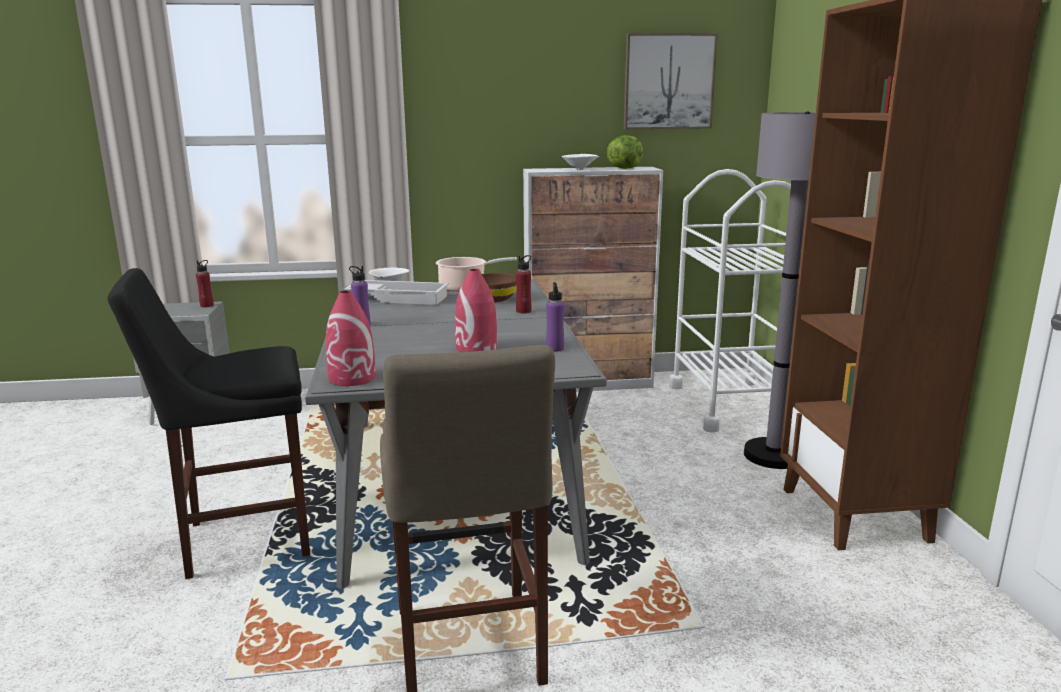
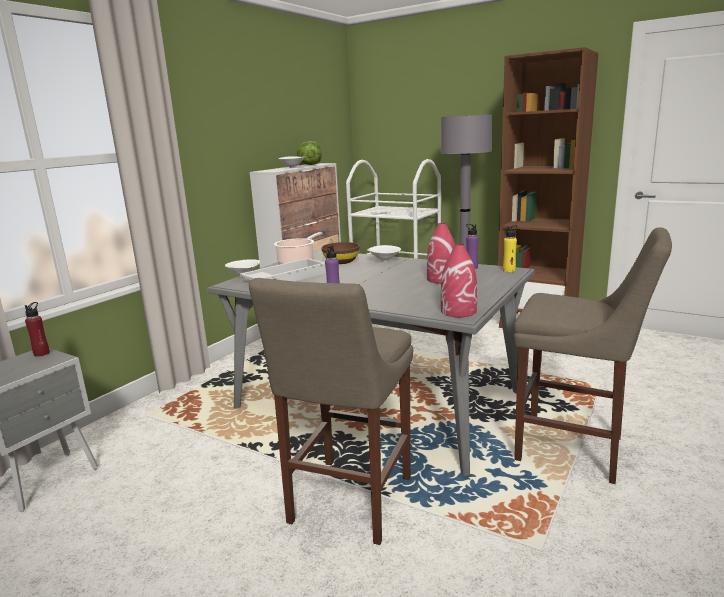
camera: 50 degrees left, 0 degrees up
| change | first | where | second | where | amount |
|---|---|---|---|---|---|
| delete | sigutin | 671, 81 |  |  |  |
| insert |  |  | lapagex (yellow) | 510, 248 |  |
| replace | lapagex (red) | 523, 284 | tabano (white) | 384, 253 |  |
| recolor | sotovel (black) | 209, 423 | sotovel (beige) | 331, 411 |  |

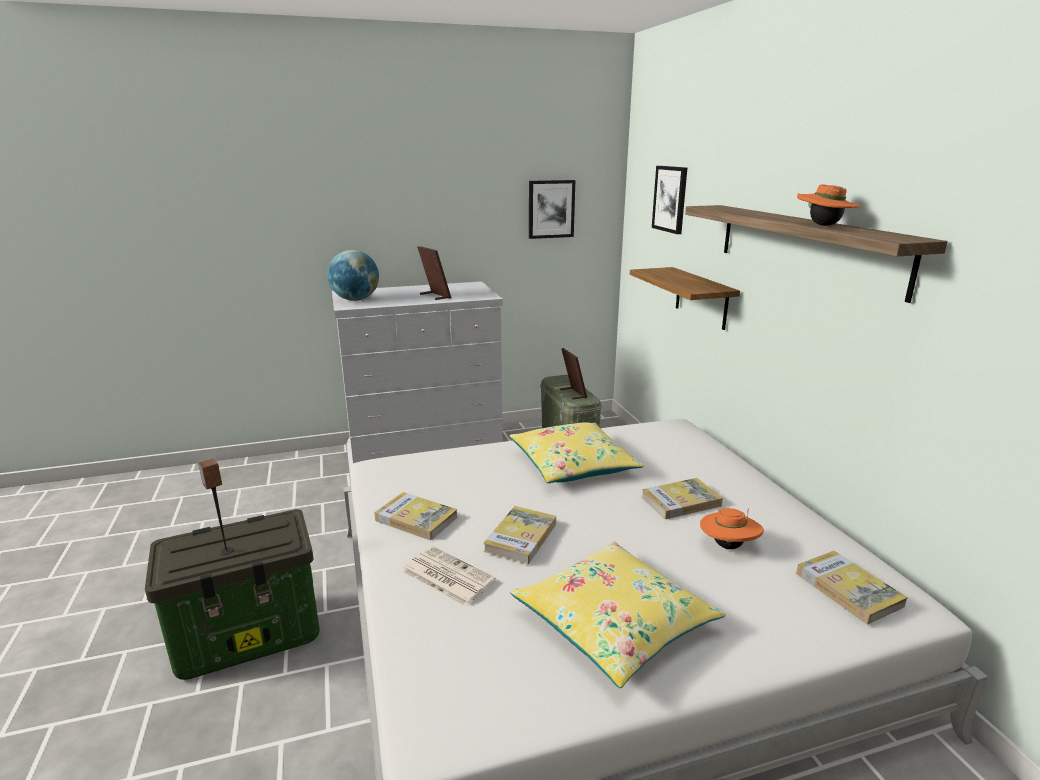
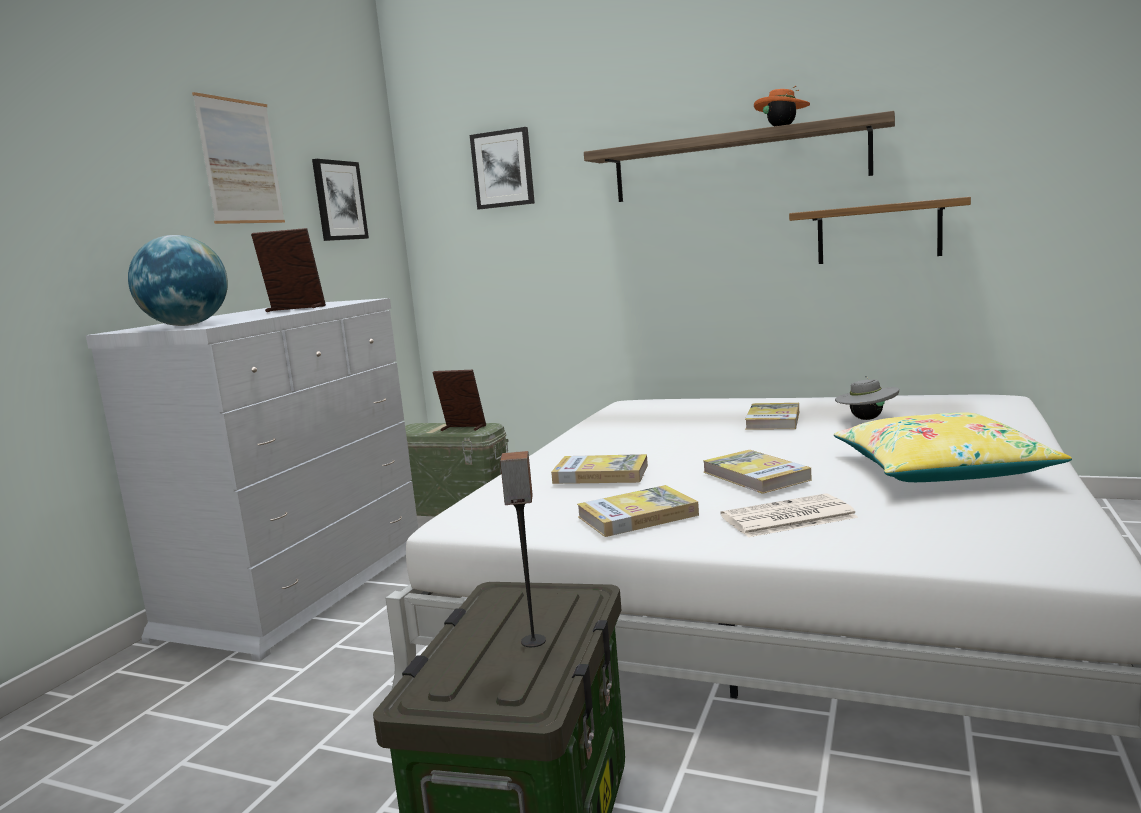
camera: 50 degrees left, 10 degrees down
| change | first | where | second | where | amount |
|---|---|---|---|---|---|
| delete | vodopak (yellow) | 576, 452 |  |  |  |
| insert |  |  | sigutin | 238, 158 |  |
| move | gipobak | 685, 298 |  | 880, 230 |  |
| move | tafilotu | 852, 587 |  | 599, 469 |  |
| recolor | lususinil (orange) | 732, 528 | lususinil (grey) | 867, 398 |  |

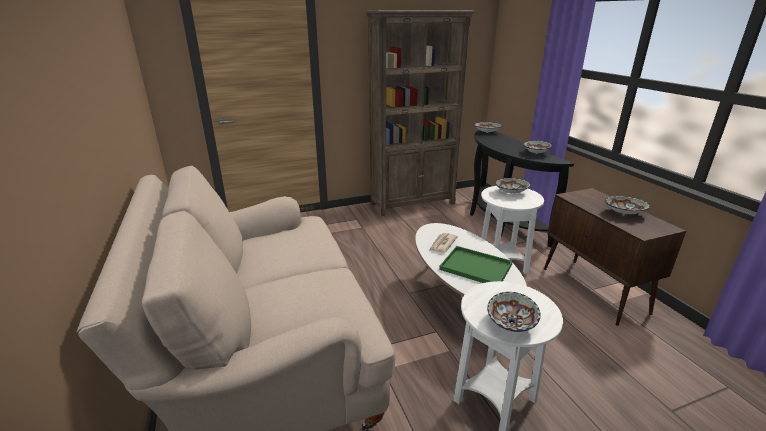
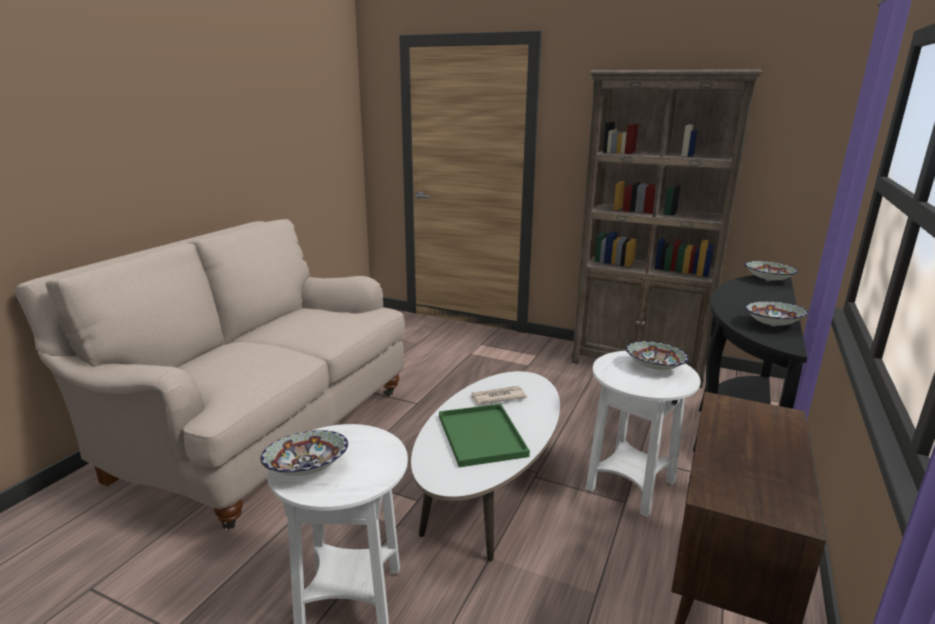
camera: 45 degrees right, 5 degrees down
| change | first | where | second | where | amount |
|---|---|---|---|---|---|
| delete | tabano | 627, 205 |  |  |  |

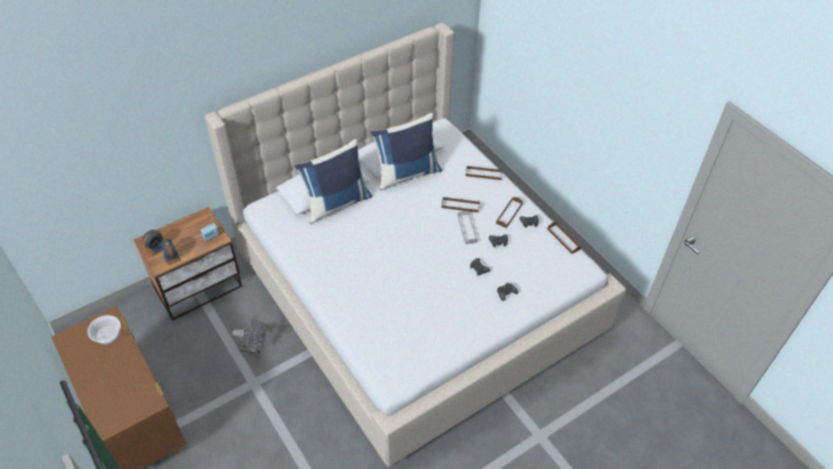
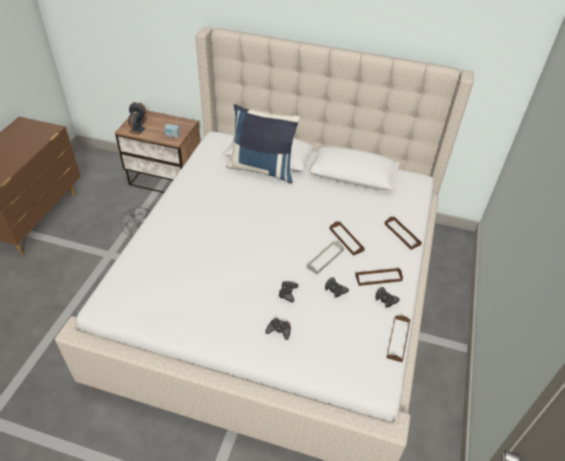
camera: 50 degrees right, 5 degrees down
| change | first | where | second | where | amount |
|---|---|---|---|---|---|
| delete | tabano | 104, 330 |  |  |  |
| delete | vodopak (blue) | 406, 151 |  |  |  |

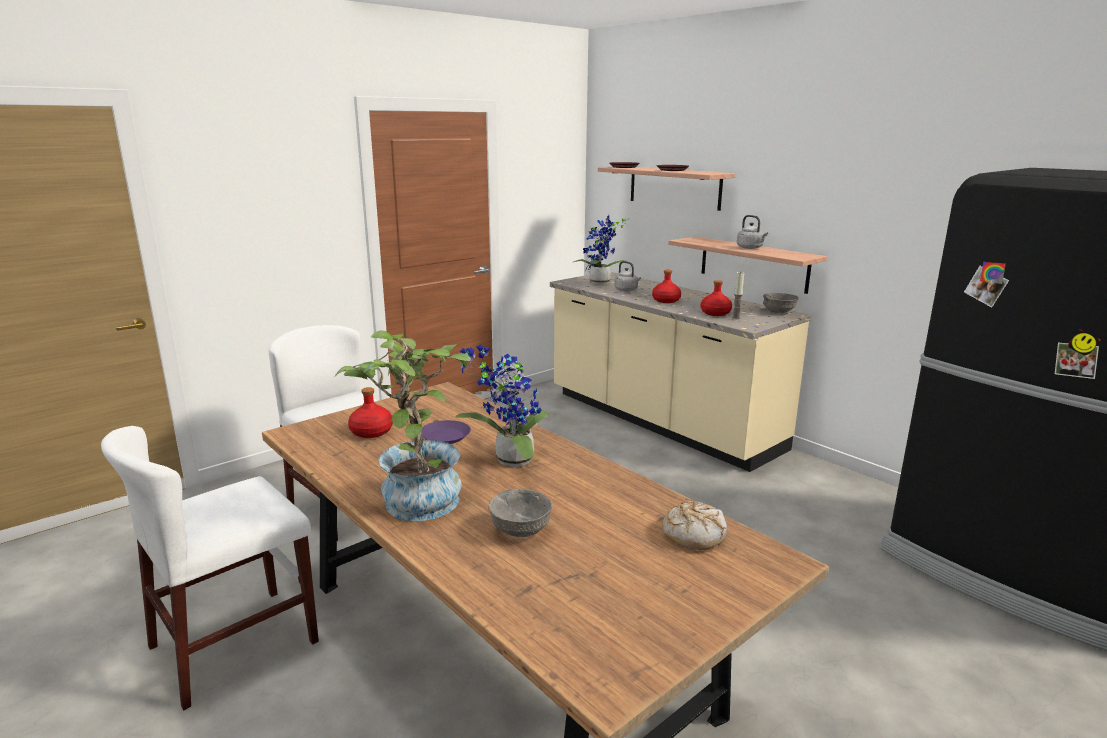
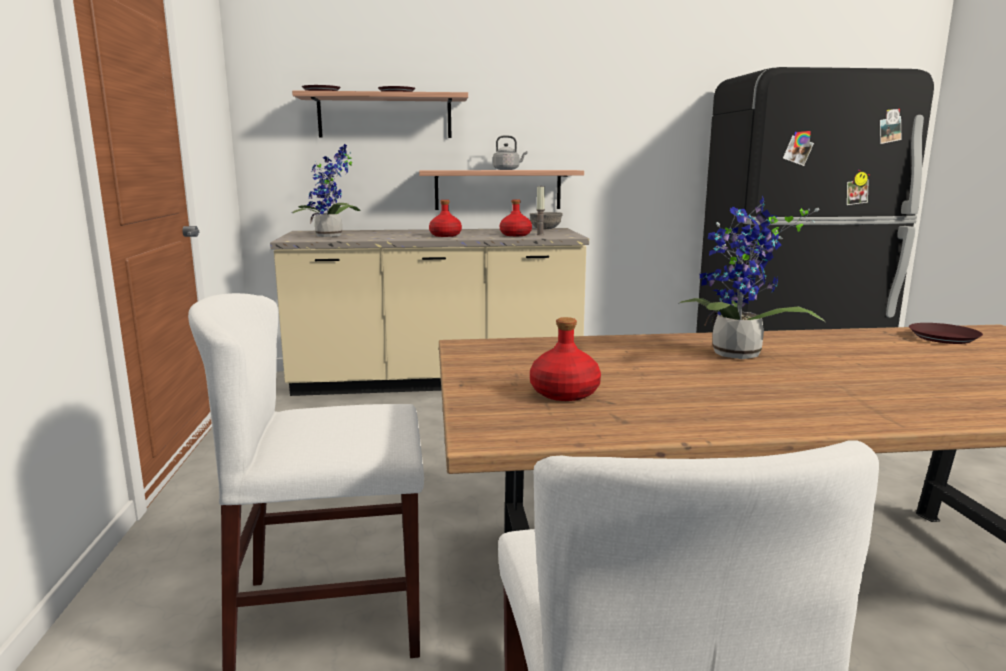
camera: 55 degrees left, 5 degrees down
| change | first | where | second | where | amount |
|---|---|---|---|---|---|
| delete | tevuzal | 403, 425 |  |  |  |
| delete | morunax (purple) | 446, 432 |  |  |  |
| delete | tabano (grey) | 520, 513 |  |  |  |
| delete | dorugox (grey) | 628, 276 |  |  |  |
| replace | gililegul | 694, 525 | morunax (brown) | 946, 333 |  |

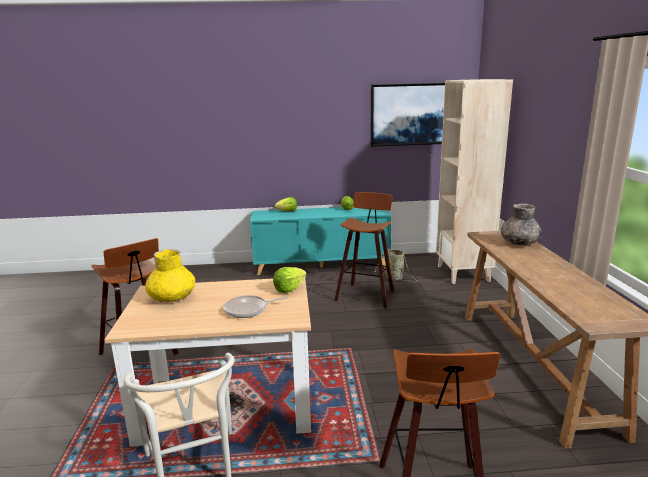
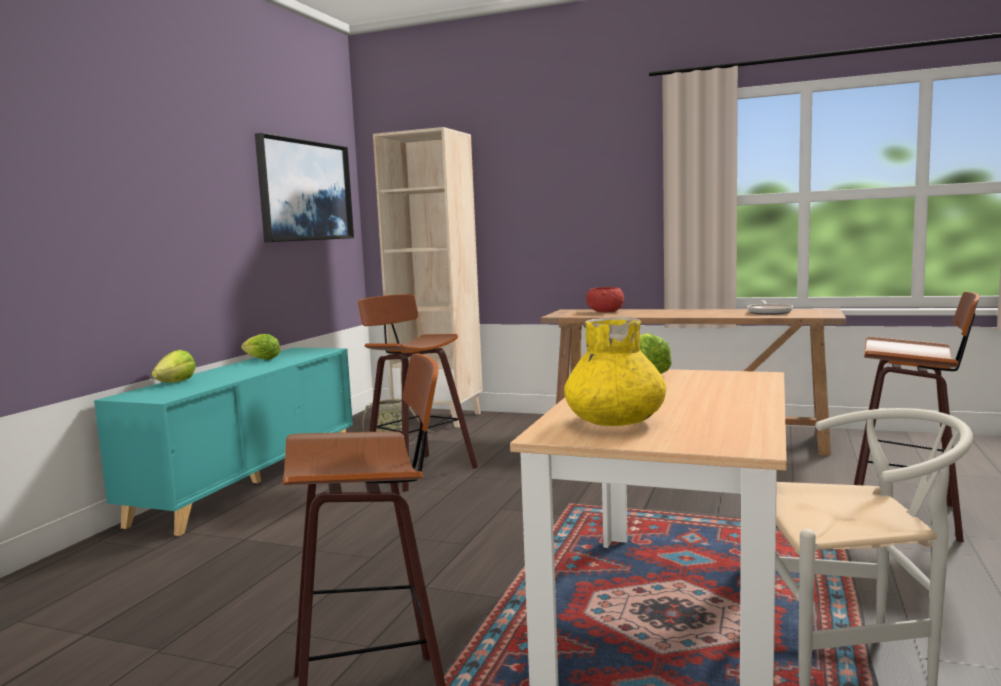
camera: 65 degrees left, 10 degrees down
| change | first | where | second | where | amount |
|---|---|---|---|---|---|
| move | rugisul | 255, 306 |  | 770, 307 |  |
| replace | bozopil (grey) | 521, 224 | tabano (red) | 605, 299 |  |

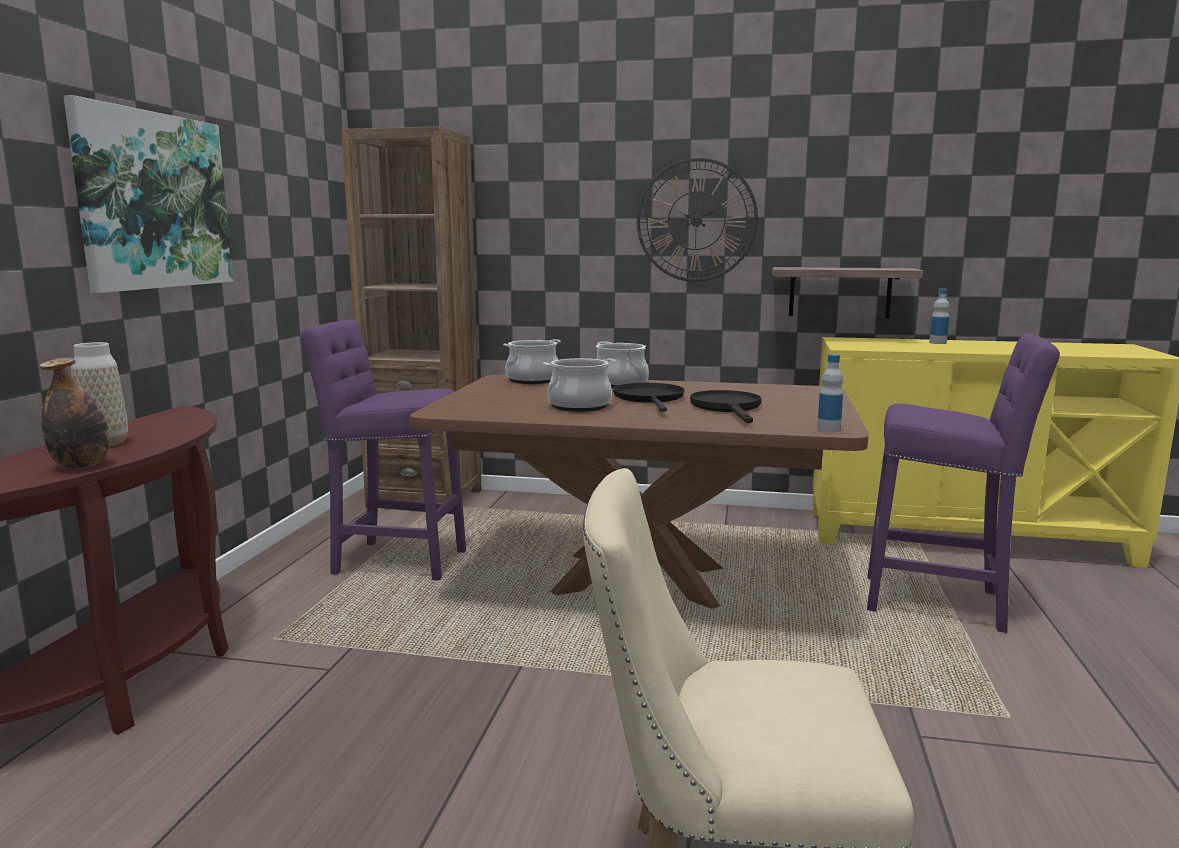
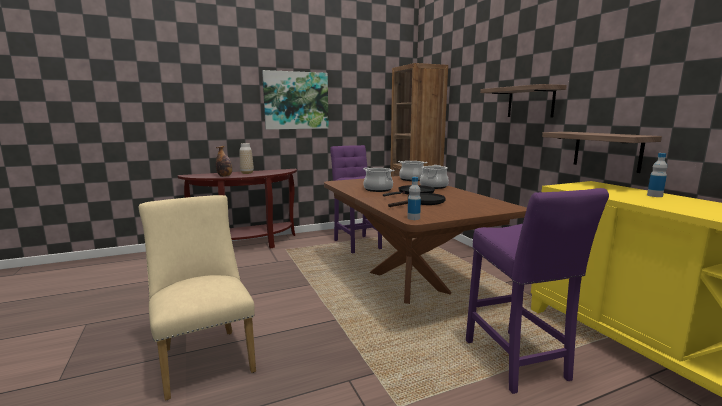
camera: 55 degrees right, 0 degrees up
| change | first | where | second | where | amount |
|---|---|---|---|---|---|
| replace | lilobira | 697, 220 | gipobak | 523, 100 |  |

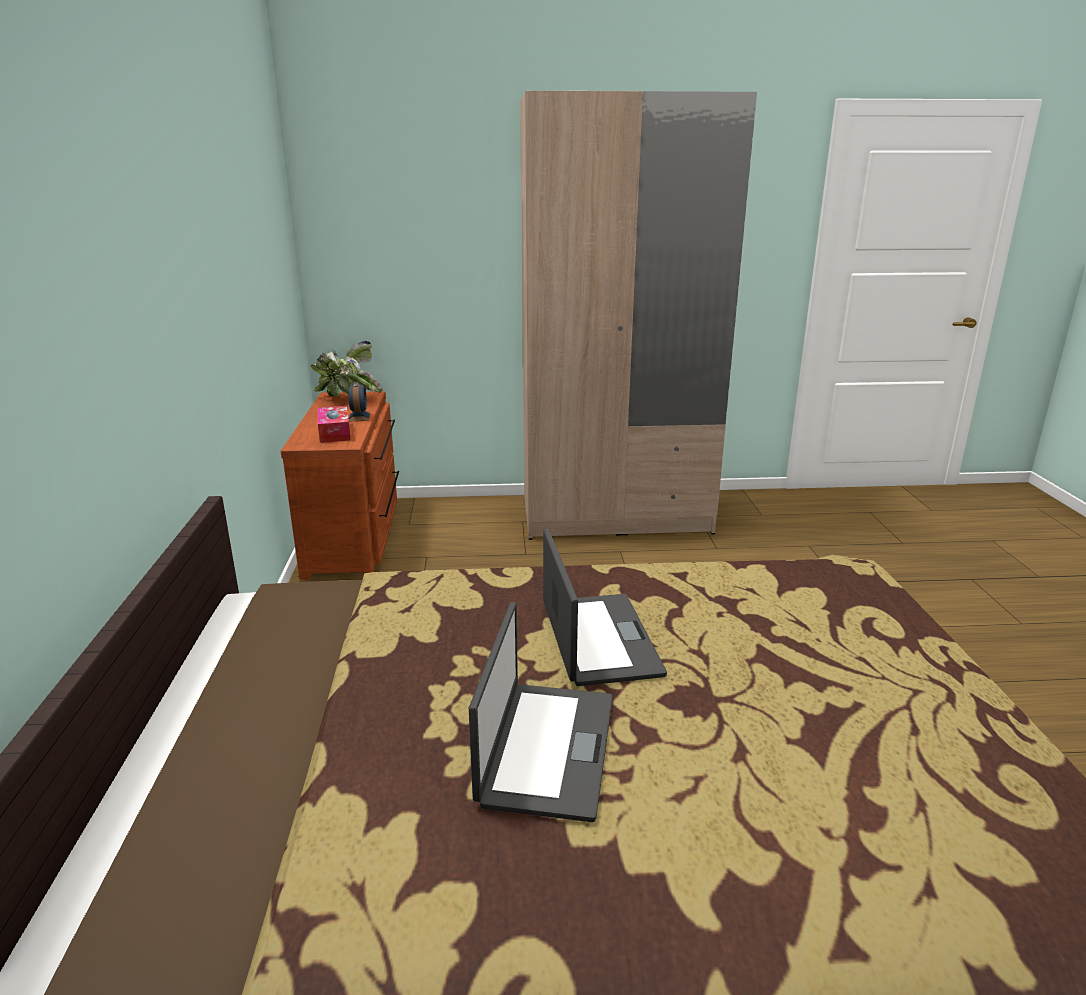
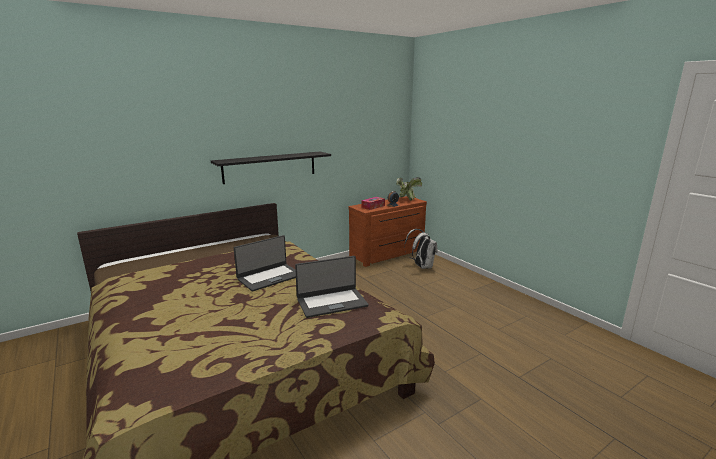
camera: 60 degrees right, 5 degrees down
| change | first | where | second | where | amount |
|---|---|---|---|---|---|
| delete | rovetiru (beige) | 638, 315 |  |  |  |
| insert |  |  | gipobak (black) | 271, 168 |  |
| insert |  |  | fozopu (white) | 421, 249 |  |
| move | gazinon | 541, 712 |  | 332, 287 |  |

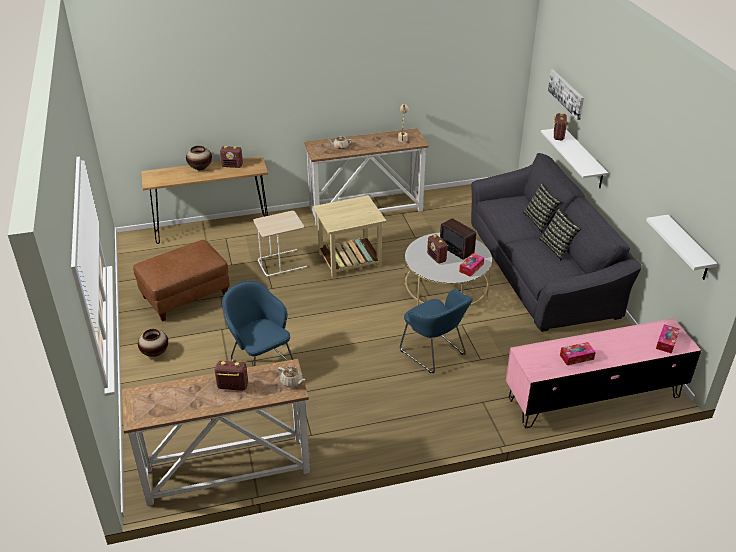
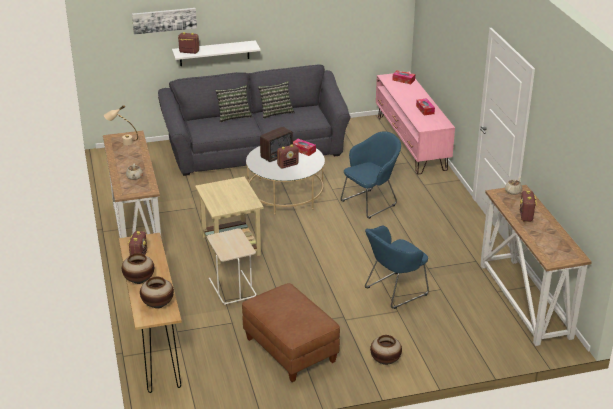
camera: 90 degrees left, 5 degrees down
| change | first | where | second | where | amount |
|---|---|---|---|---|---|
| delete | gipobak (white) | 681, 247 |  |  |  |
| insert |  |  | bozopil | 157, 292 |  |

